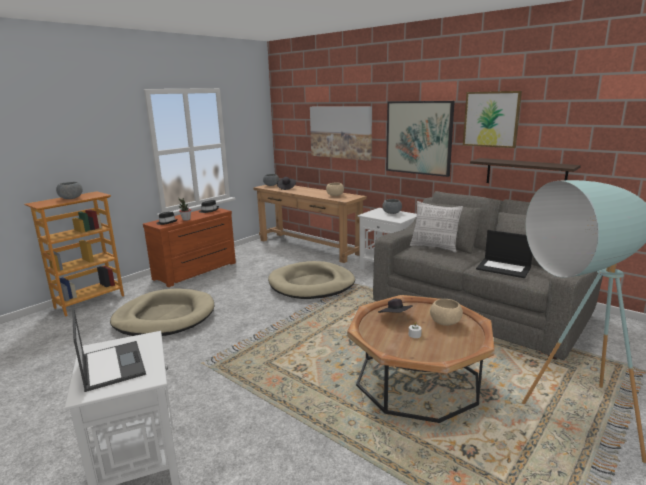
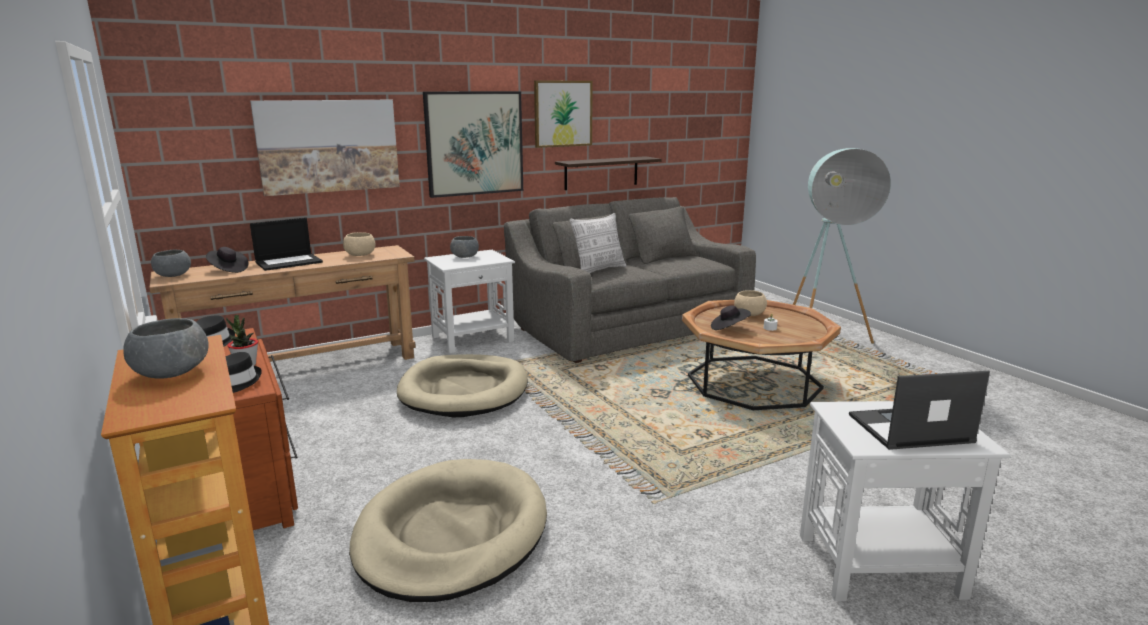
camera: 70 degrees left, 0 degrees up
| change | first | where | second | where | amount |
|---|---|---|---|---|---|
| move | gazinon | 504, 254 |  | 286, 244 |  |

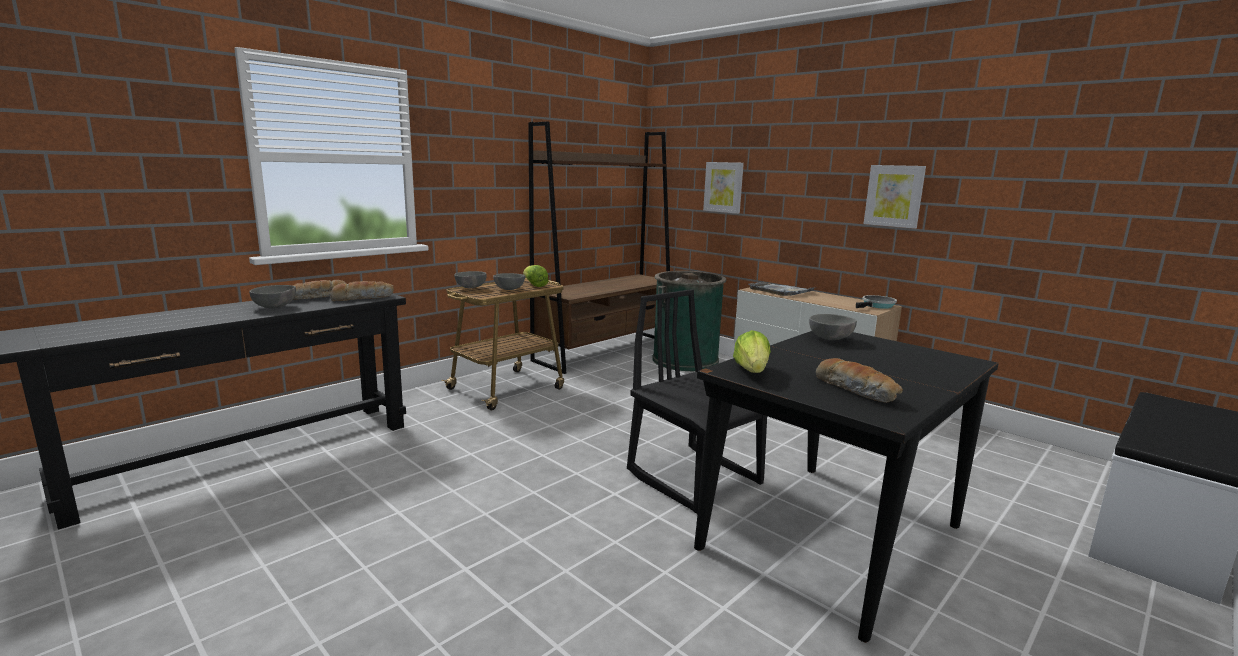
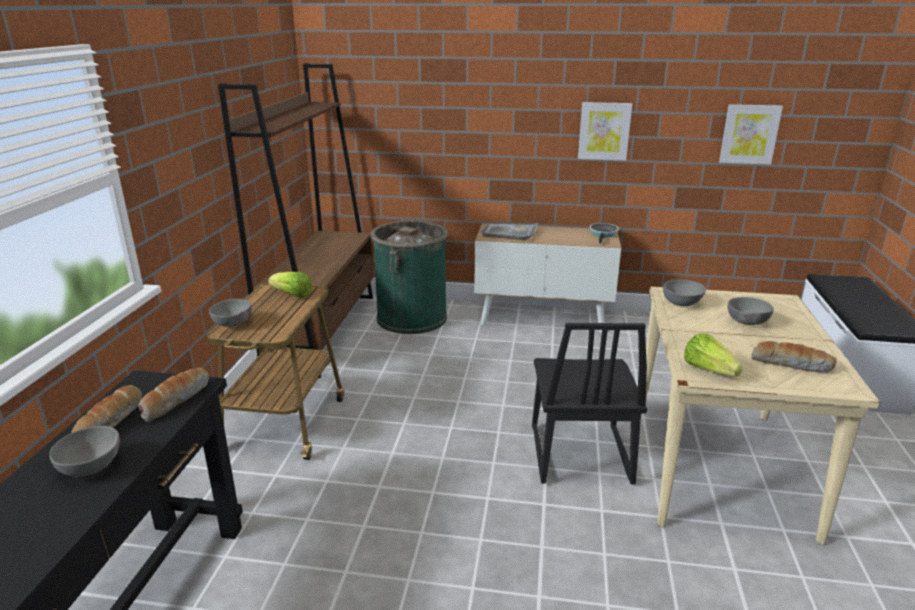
camera: 35 degrees left, 10 degrees up
| change | first | where | second | where | amount |
|---|---|---|---|---|---|
| move | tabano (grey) | 509, 281 |  | 751, 311 |  |
| move | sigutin | 723, 188 |  | 751, 134 |  |
| recolor | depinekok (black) | 846, 487 | depinekok (beige) | 763, 416 |  |
| rotate | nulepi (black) | 697, 401 |  | 589, 403 | 105 degrees counterclockwise |

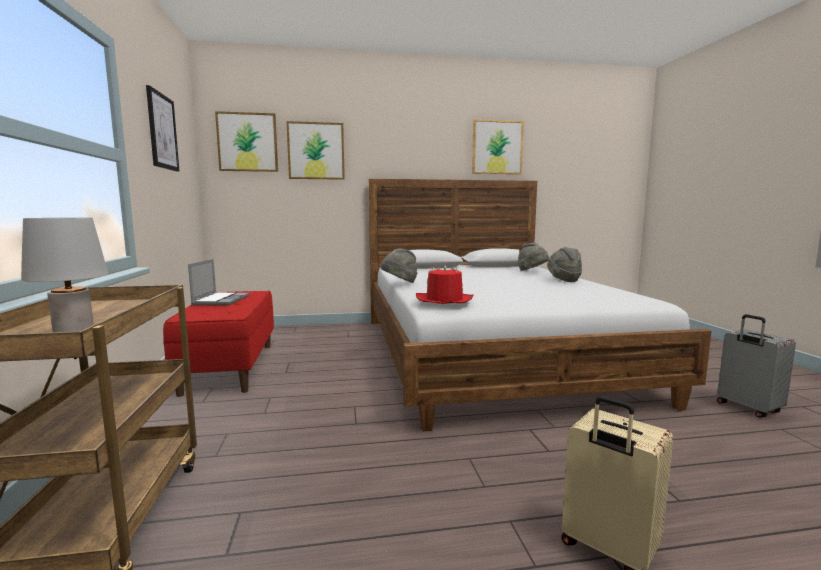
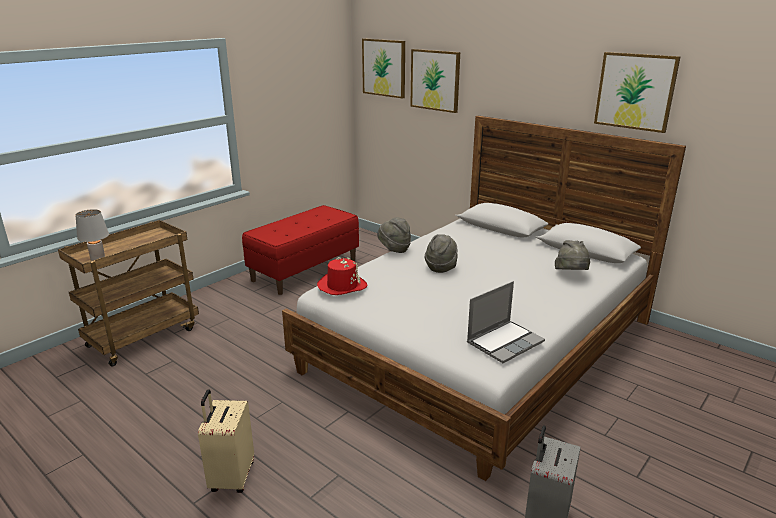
camera: 50 degrees right, 15 degrees up
| change | first | where | second | where | amount |
|---|---|---|---|---|---|
| delete | sigutin | 162, 128 |  |  |  |
| move | gazinon | 218, 282 |  | 506, 322 |  |
| move | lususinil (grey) | 564, 264 |  | 441, 253 |  |

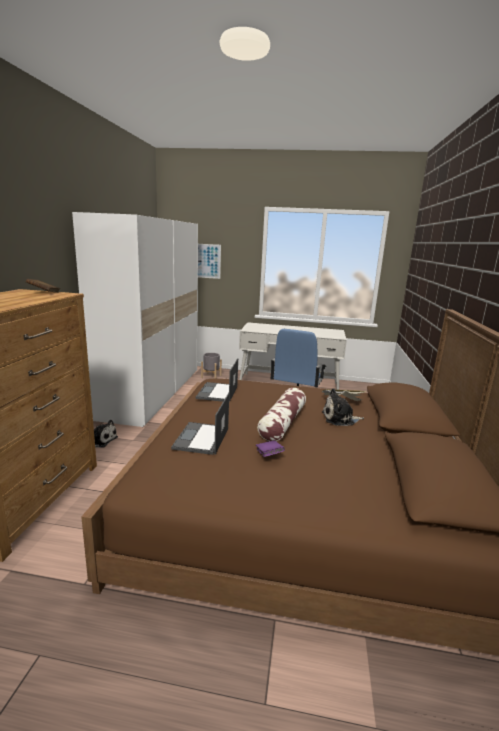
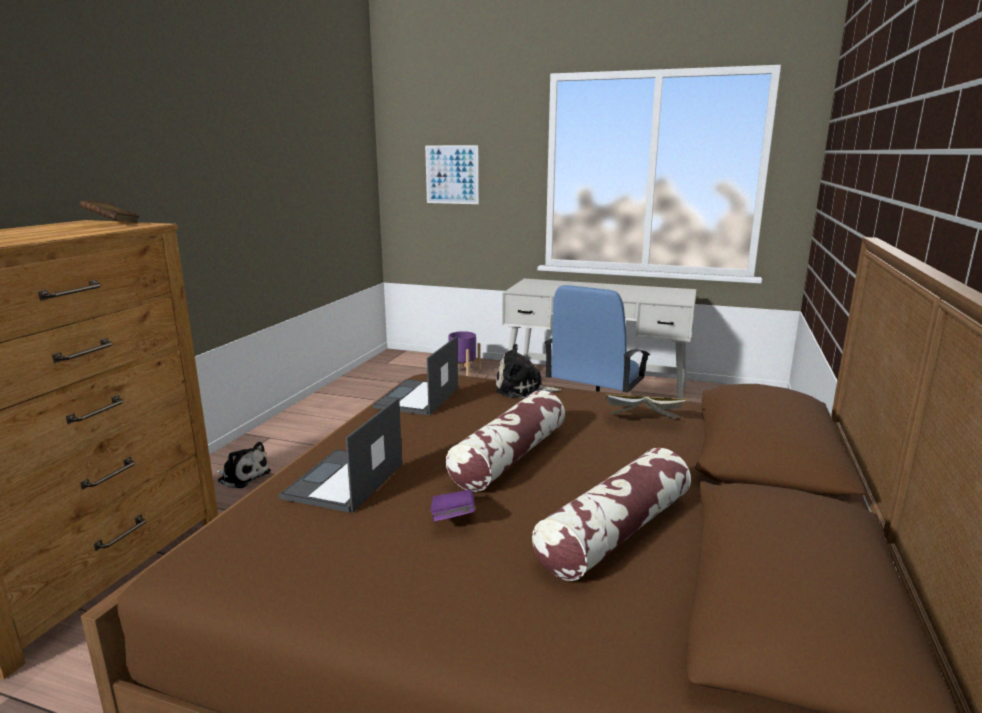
camera: 10 degrees right, 0 degrees up
| change | first | where | second | where | amount |
|---|---|---|---|---|---|
| delete | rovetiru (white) | 135, 319 |  |  |  |
| insert |  |  | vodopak | 611, 514 |  |
| move | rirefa | 343, 407 |  | 529, 371 |  |
| recolor | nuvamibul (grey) | 211, 366 | nuvamibul (purple) | 464, 353 |  |

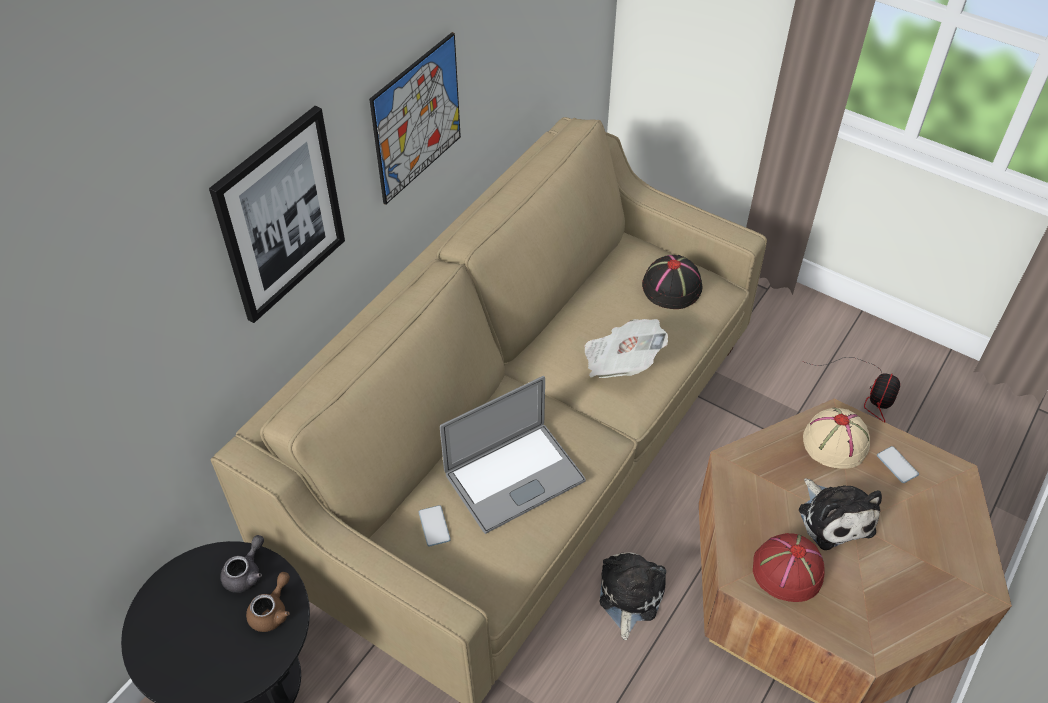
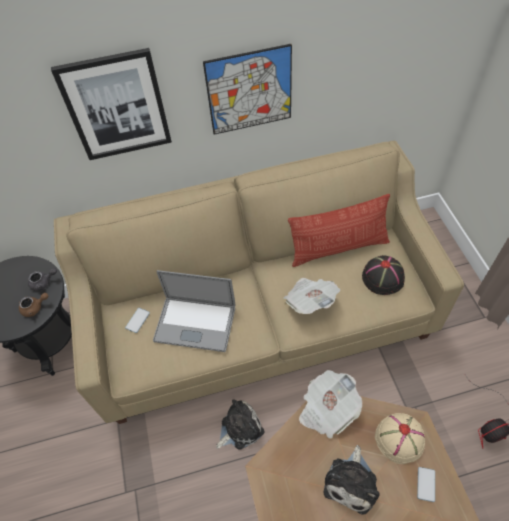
camera: 45 degrees right, 5 degrees up
| change | first | where | second | where | amount |
|---|---|---|---|---|---|
| delete | lususinil (red) | 788, 567 |  |  |  |
| insert |  |  | vodopak | 339, 230 |  |
| insert |  |  | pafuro | 330, 404 |  |

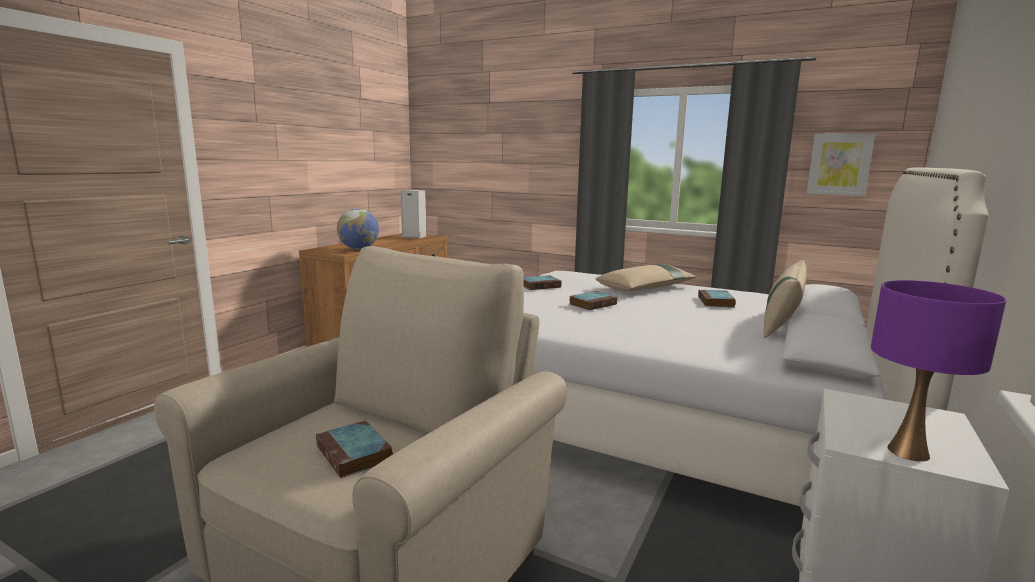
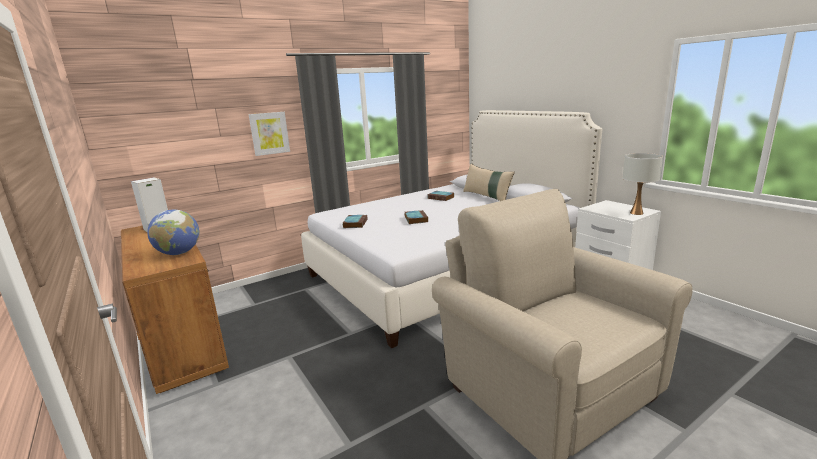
camera: 60 degrees left, 5 degrees up
| change | first | where | second | where | amount |
|---|---|---|---|---|---|
| delete | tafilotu | 354, 449 |  |  |  |
| delete | vodopak (beige) | 645, 277 |  |  |  |
| move | sigutin | 841, 164 |  | 269, 134 |  |
| recolor | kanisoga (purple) | 938, 371 | kanisoga (white) | 643, 184 |  |

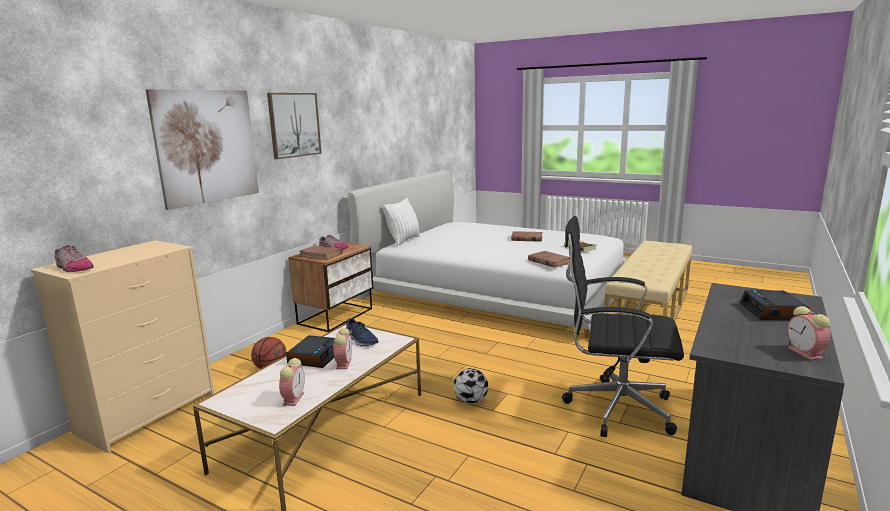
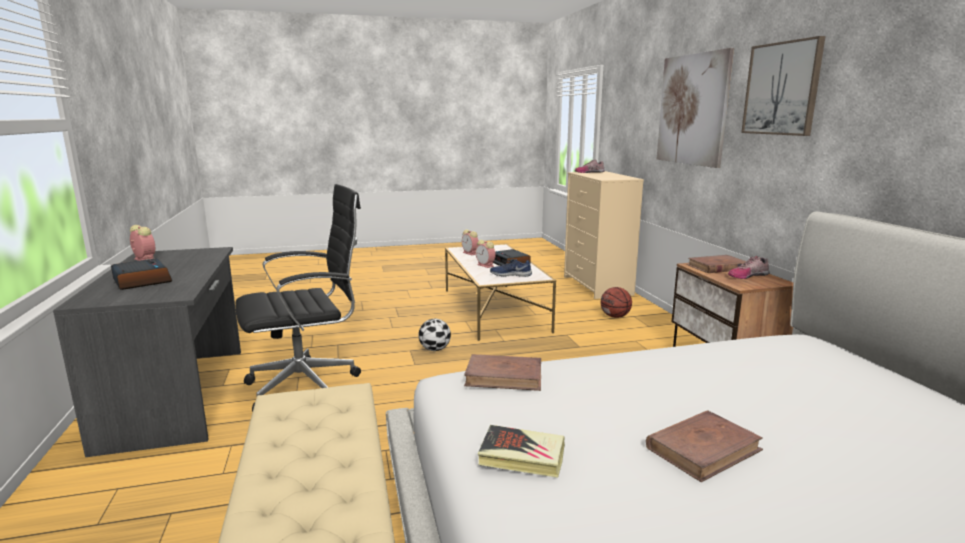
camera: 135 degrees right, 0 degrees up
| change | first | where | second | where | amount |
|---|---|---|---|---|---|
| delete | vodopak (white) | 402, 222 |  |  |  |

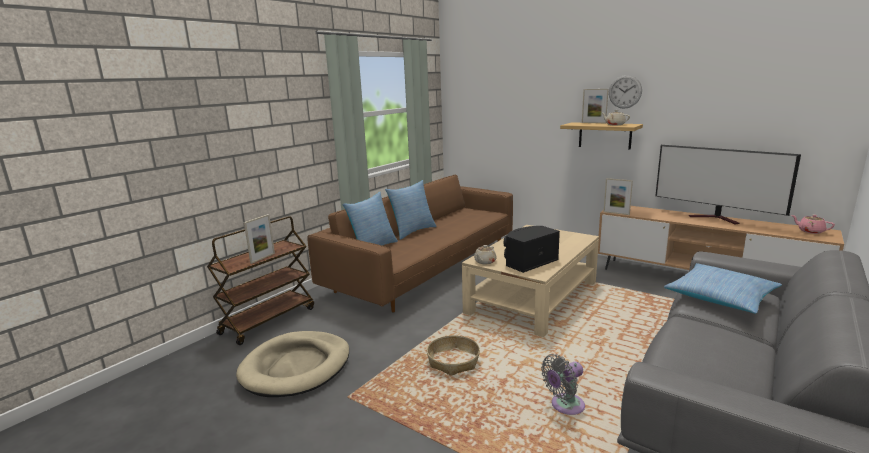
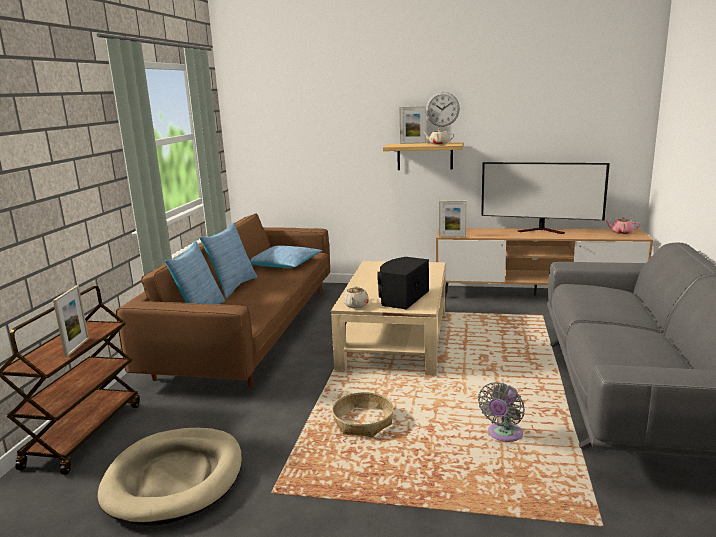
camera: 25 degrees left, 0 degrees up
| change | first | where | second | where | amount |
|---|---|---|---|---|---|
| move | vodopak | 723, 288 |  | 286, 256 |  |

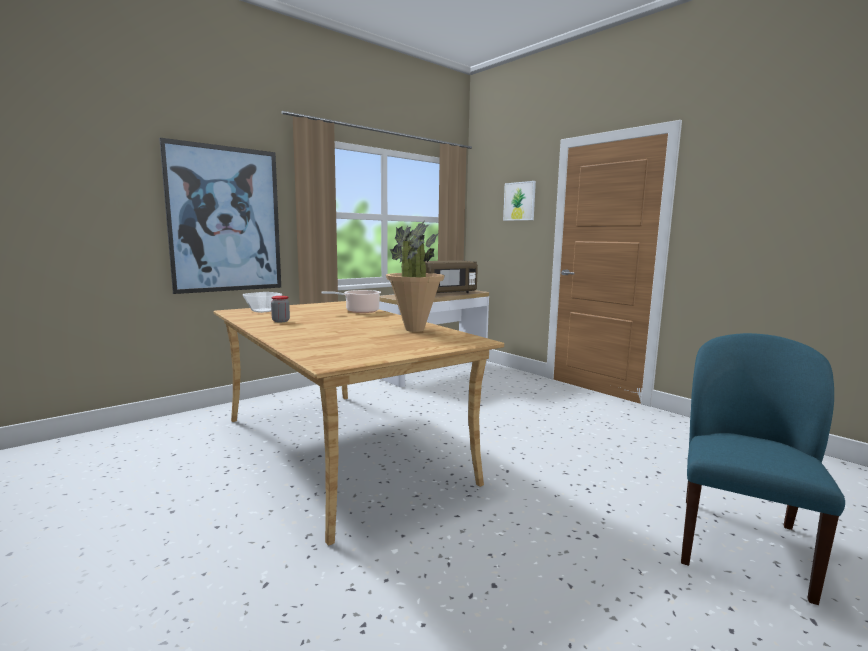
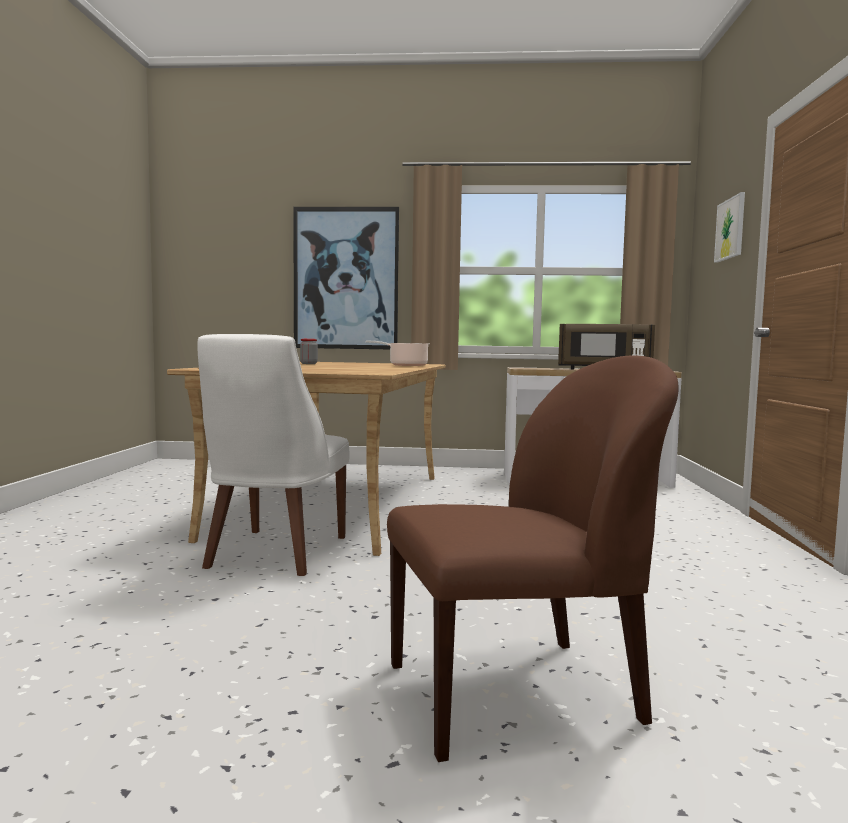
camera: 45 degrees right, 5 degrees down
| change | first | where | second | where | amount |
|---|---|---|---|---|---|
| delete | tabano | 262, 302 |  |  |  |
| delete | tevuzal | 415, 276 |  |  |  |
| insert |  |  | nulepi (white) | 274, 455 |  |
| recolor | nulepi (blue) | 763, 469 | nulepi (brown) | 533, 558 |  |

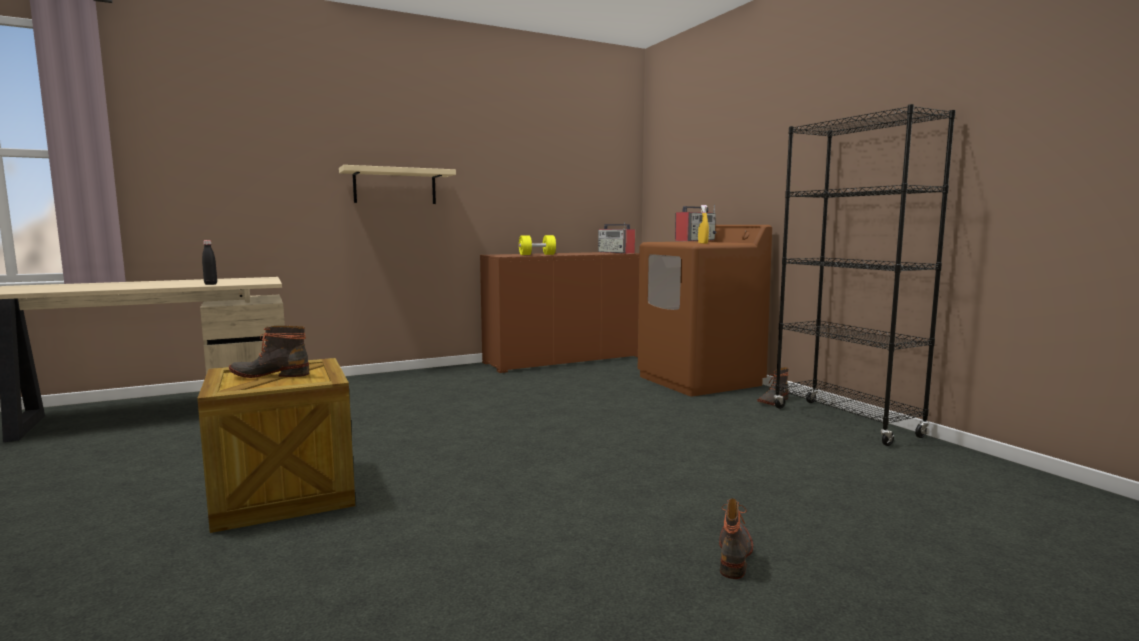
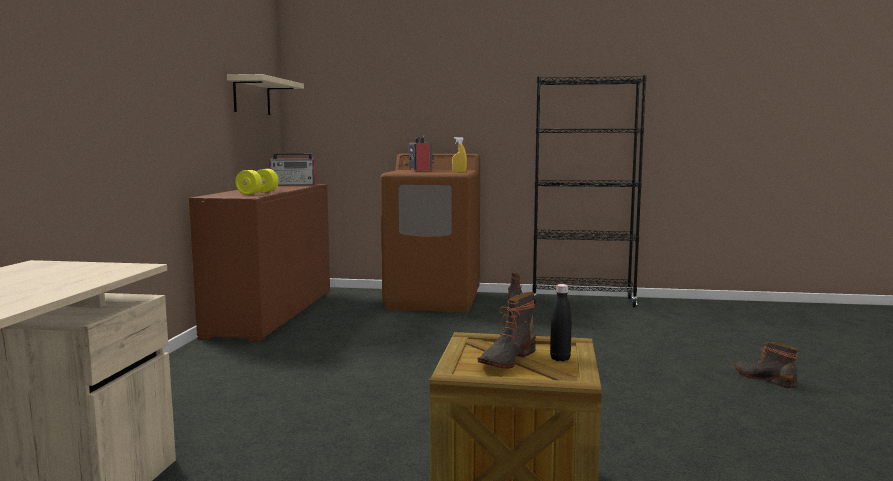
camera: 55 degrees left, 0 degrees up
| change | first | where | second | where | amount |
|---|---|---|---|---|---|
| move | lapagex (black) | 209, 262 |  | 561, 322 |  |
| move | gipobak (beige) | 397, 184 |  | 265, 94 |  |

